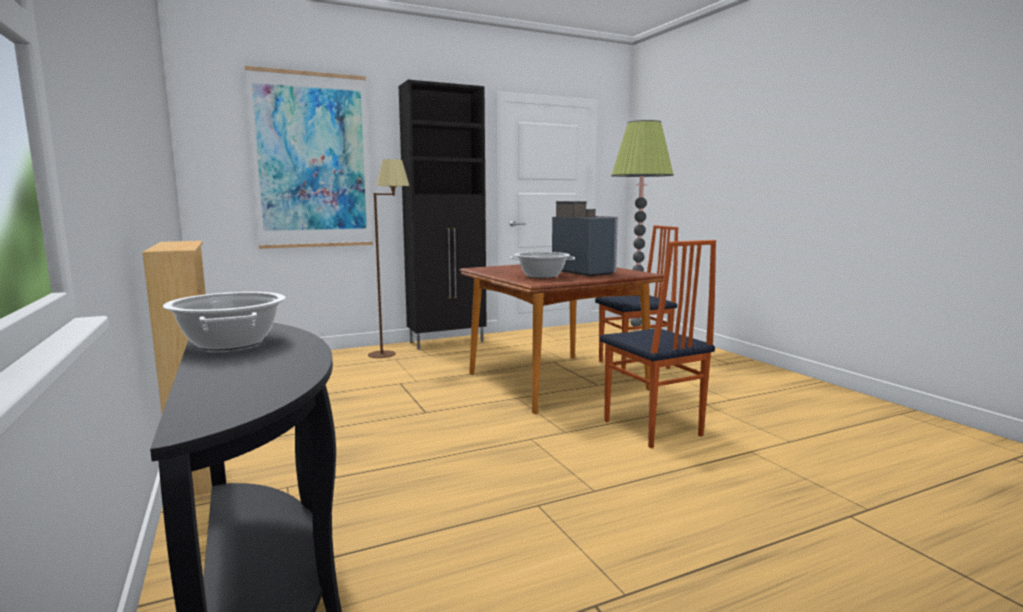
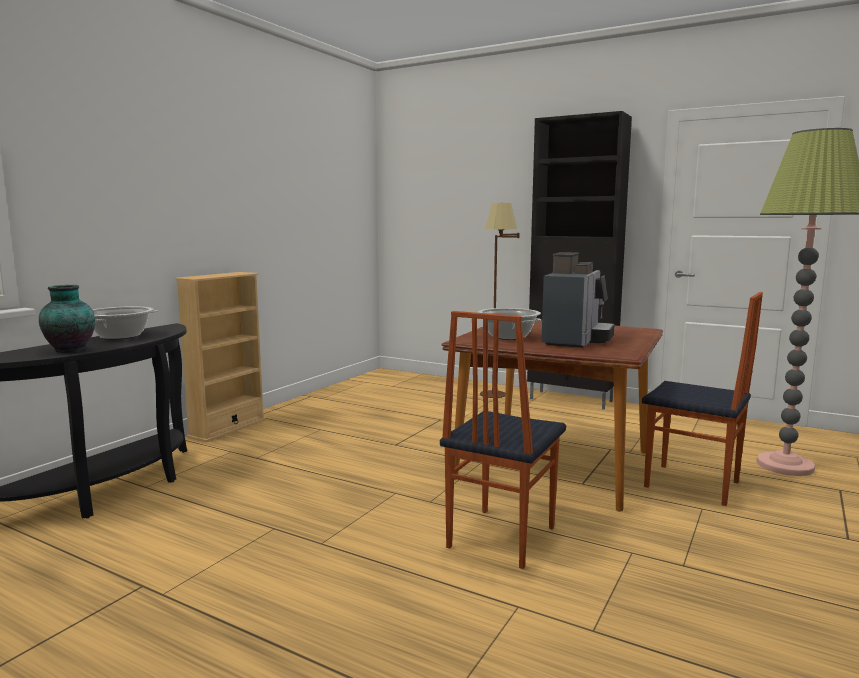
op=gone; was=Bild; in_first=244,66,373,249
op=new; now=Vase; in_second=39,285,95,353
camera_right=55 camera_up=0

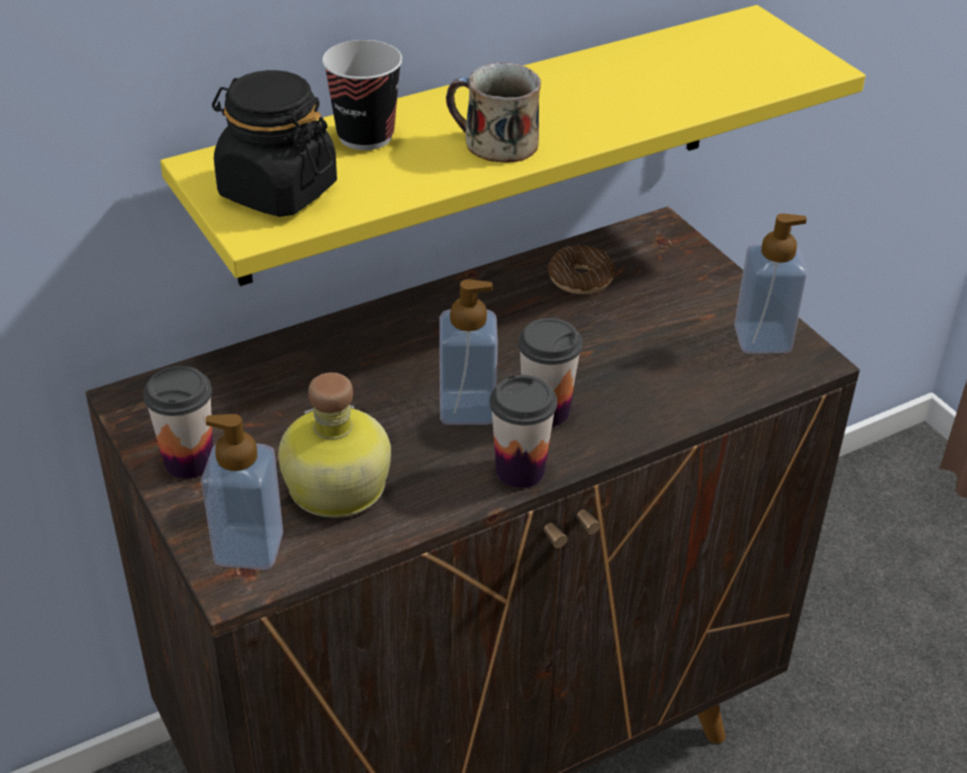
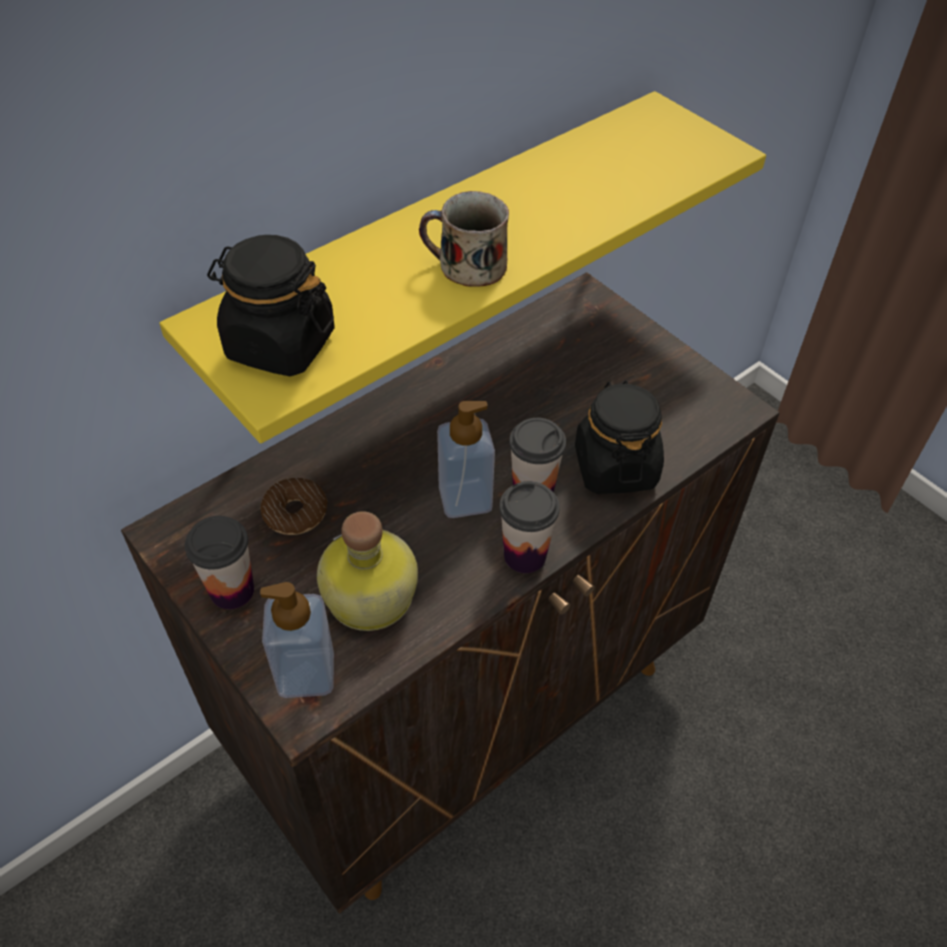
op=gone; was=Tasse; in_first=322,40,402,150
op=gone; was=Seifenspender; in_first=734,213,807,354
op=shifted; was=Donut; in_first=548,245,615,294; in_second=260,478,327,535
op=new; now=Vorratsglas (schwarz); in_second=575,380,664,494
camera_right=-10 camera_up=10

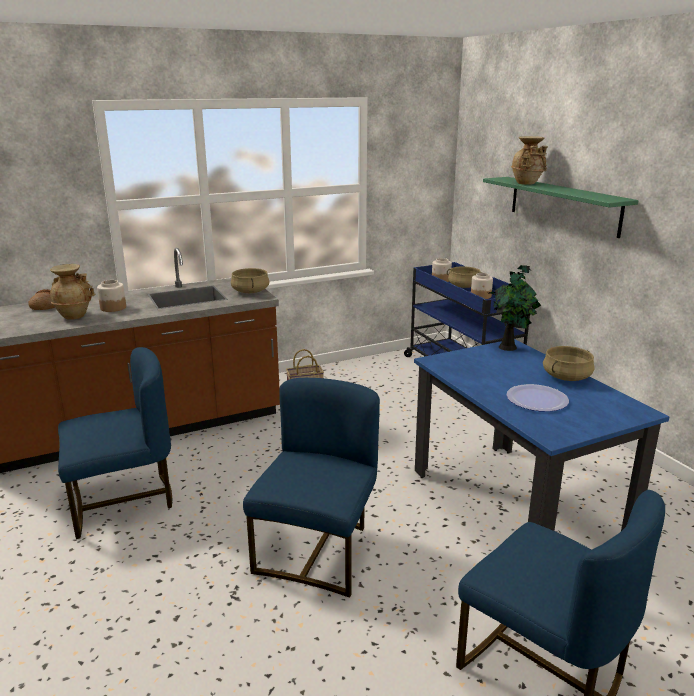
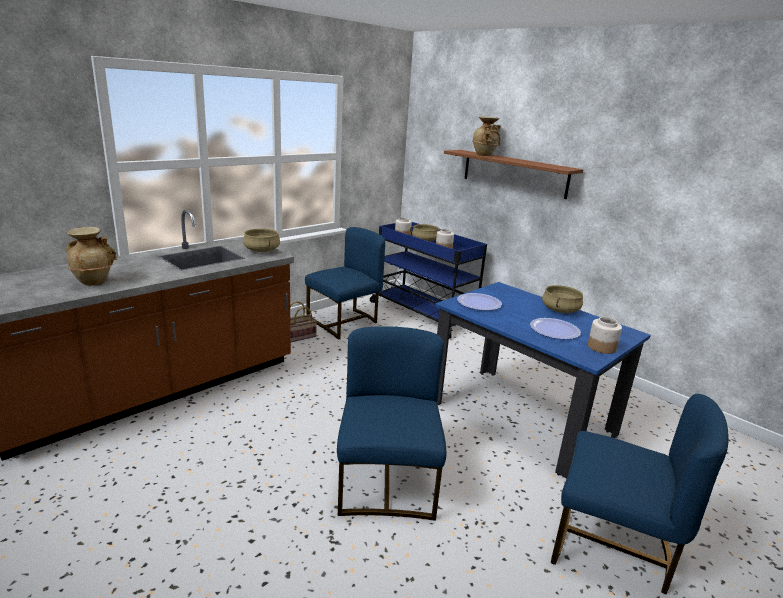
op=repainted; was=Wandregal (grün); now=Wandregal (braun); in_first=483,177,639,238; in_second=444,150,583,199
op=gone; was=Topfpflanze; in_first=489,265,541,351
op=shifted; was=Vorratsglas; in_first=97,280,126,312; in_second=588,317,622,354
op=gone; was=Brot; in_first=29,289,55,310
op=shifted; was=Stuhl (blau); in_first=58,347,172,539; in_second=305,227,385,340
op=new; now=Teller; in_second=457,293,502,311
camera_right=-20 camera_up=0

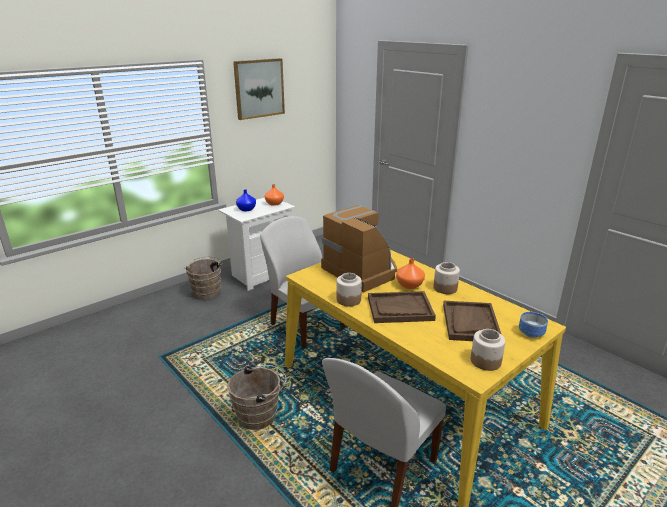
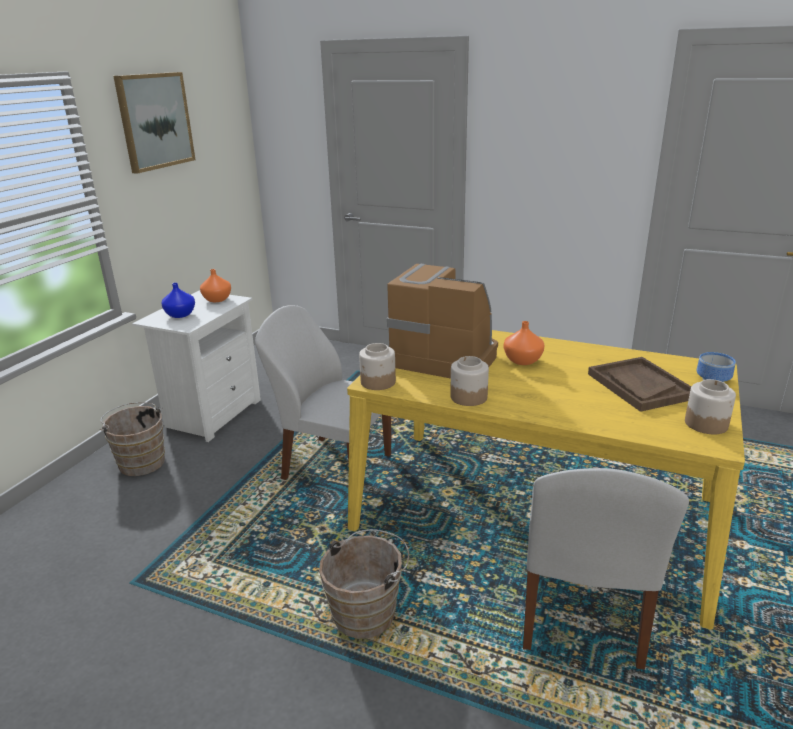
op=shifted; was=Vorratsglas; in_first=433,262,460,294; in_second=359,343,396,390
op=gone; was=Tablett (braun); in_first=368,291,436,323
camera_right=-25 camera_up=0

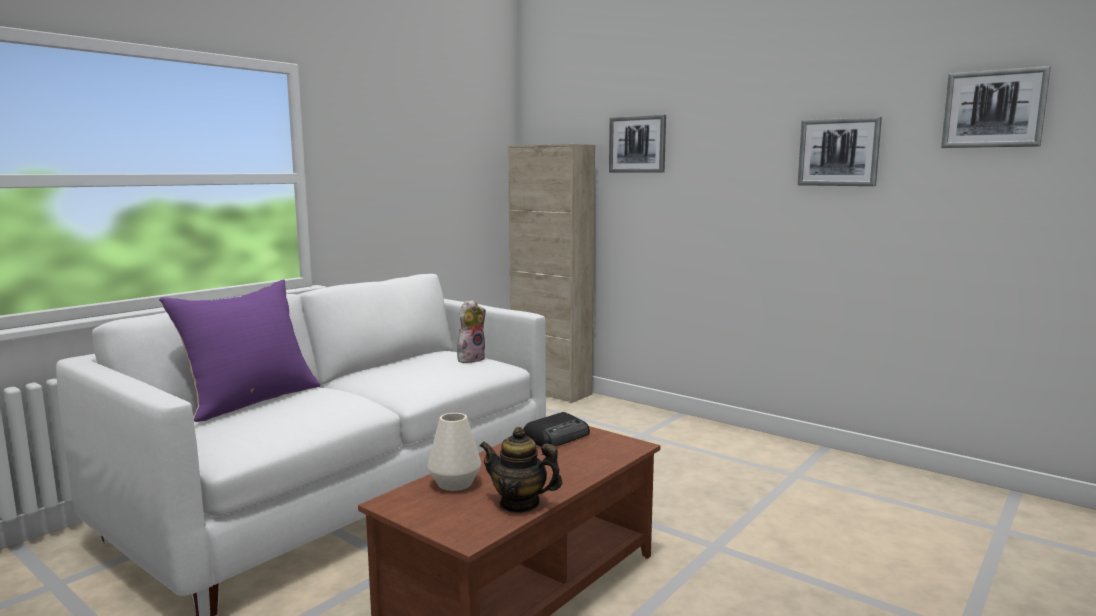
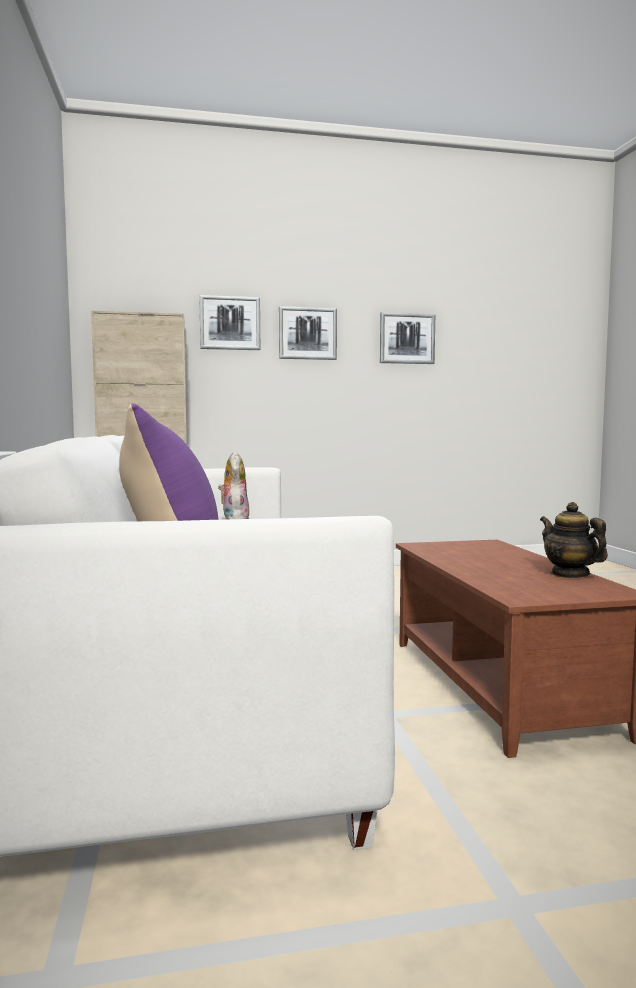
op=shifted; was=Bild; in_first=941,66,1051,148; in_second=279,306,337,360
op=gone; was=Radio; in_first=524,412,590,447
op=gone; was=Vase (weiß); in_first=428,413,481,491
op=rotated; was=Teekanne; in_first=480,427,563,513; in_second=540,502,608,578; clockwise=90
camera_right=-50 camera_up=-5

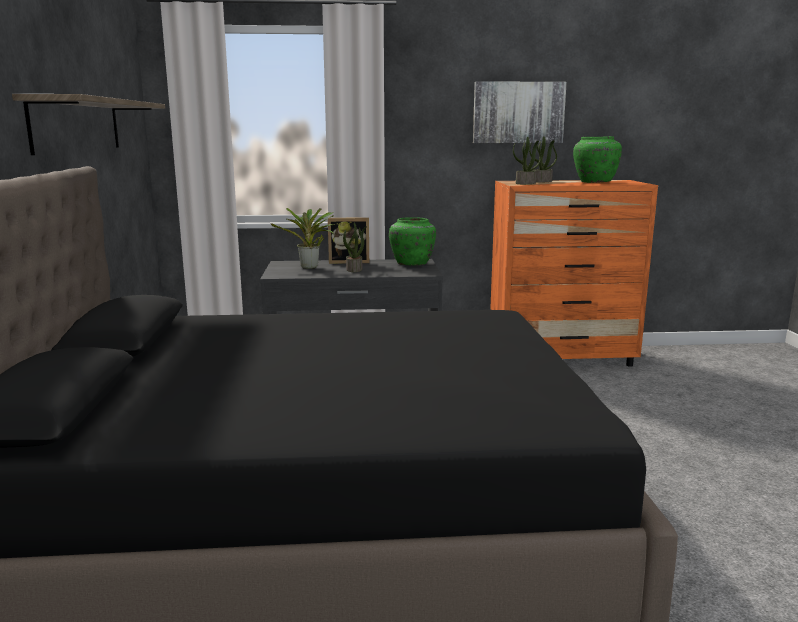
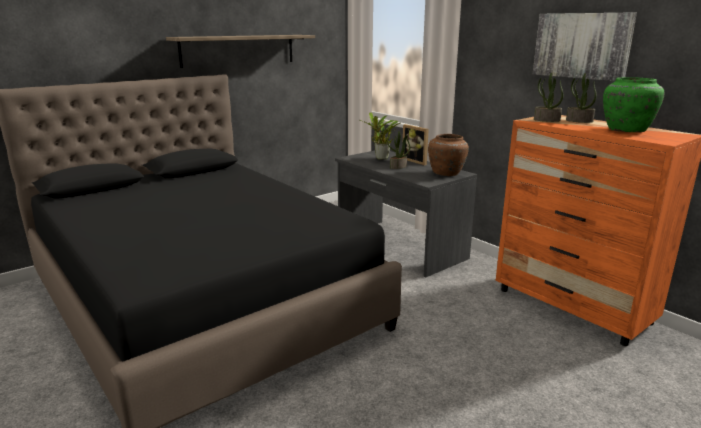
op=repainted; was=Vase (grün); now=Vase (braun); in_first=389,217,436,265; in_second=428,134,469,176
camera_right=55 camera_up=5

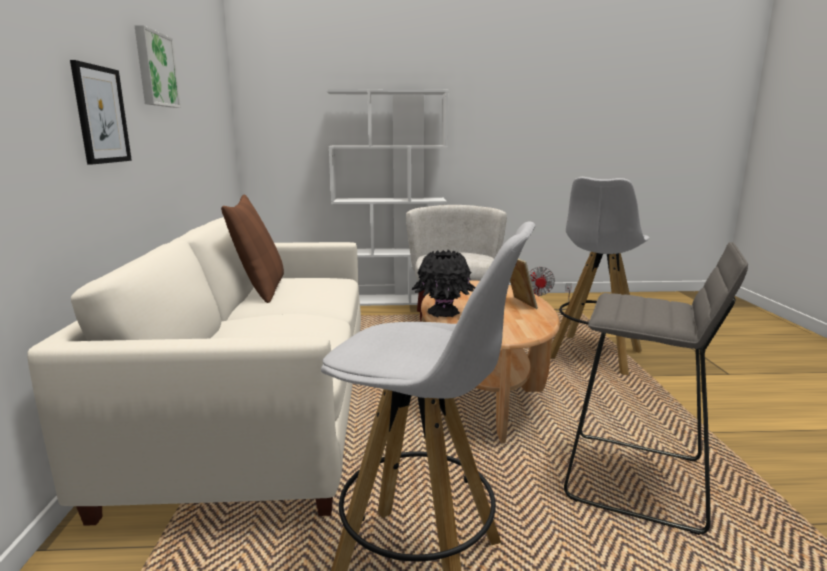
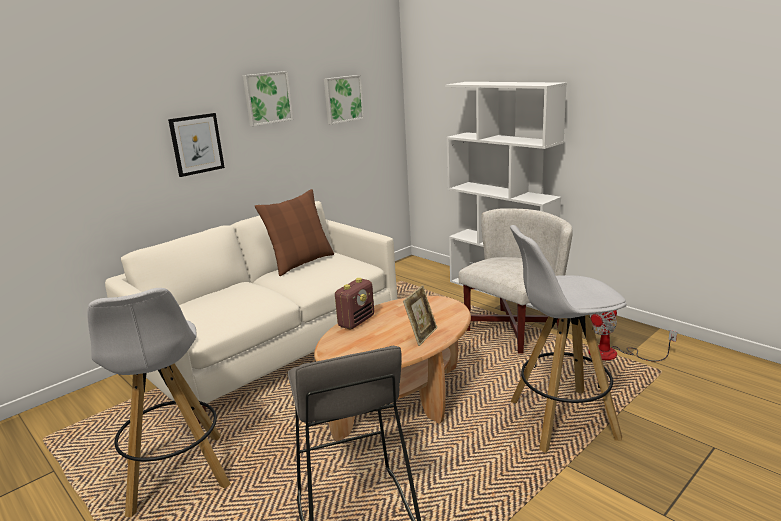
op=swapped; was=Vase (schwarz); now=Radio; in_first=412,250,475,317; in_second=335,278,374,329
op=new; now=Bild; in_second=324,75,364,124
camera_right=50 camera_up=5

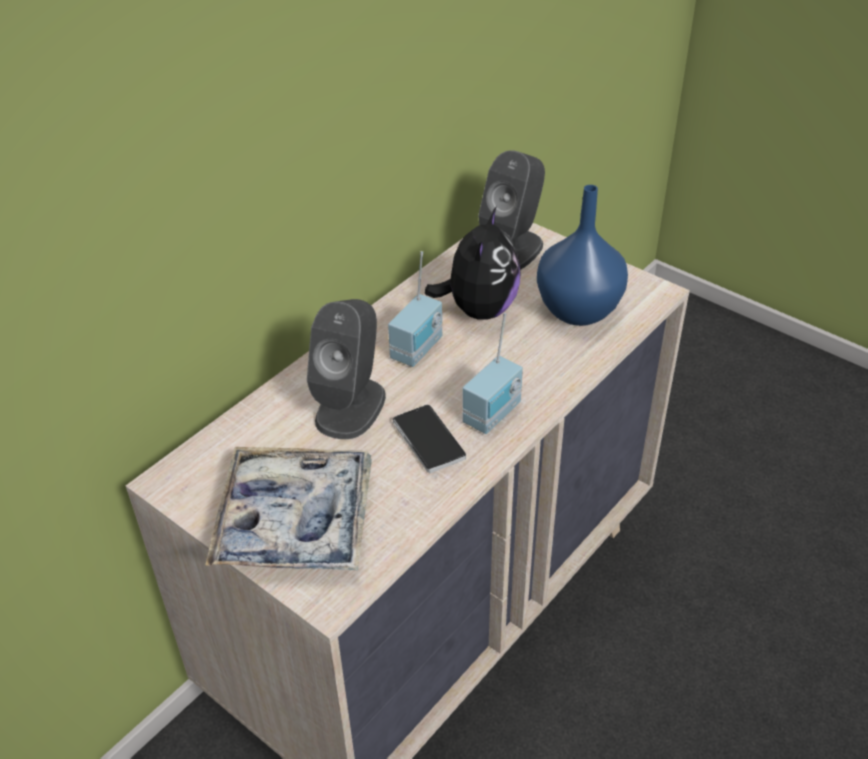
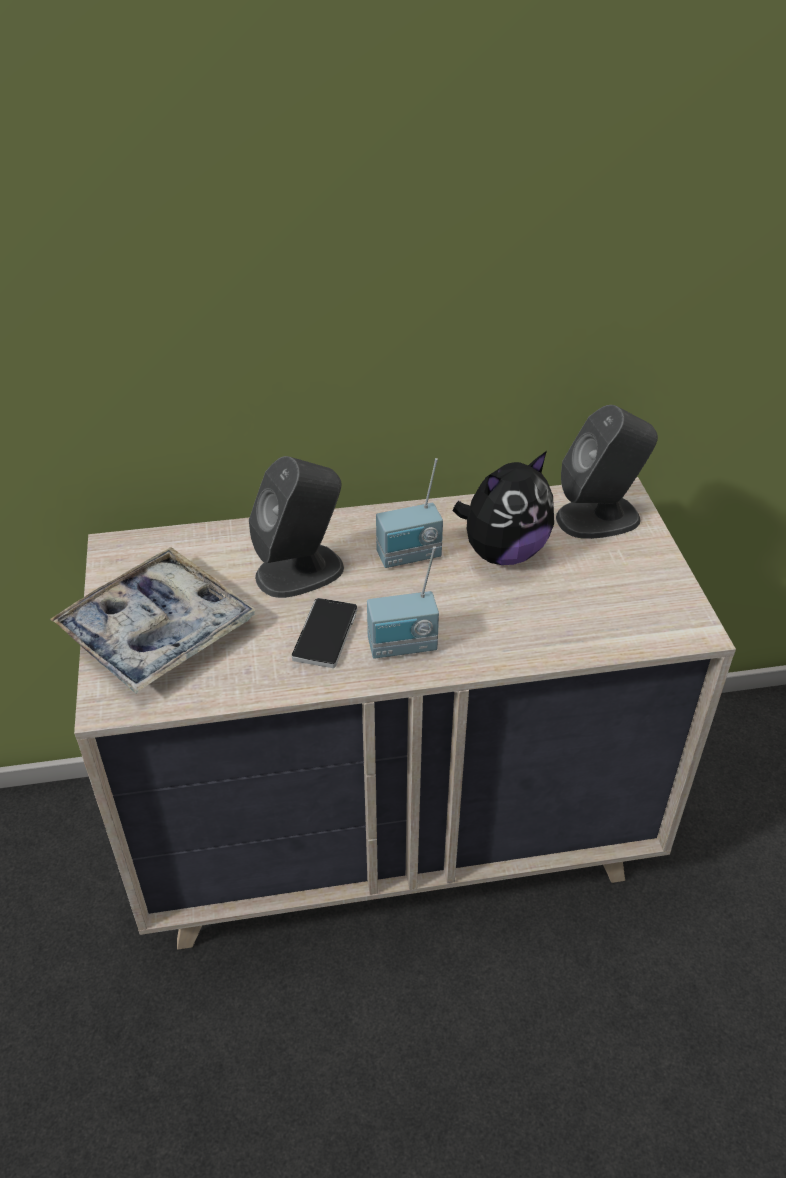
op=gone; was=Vase (blau); in_first=537,185,628,326
camera_right=40 camera_up=0

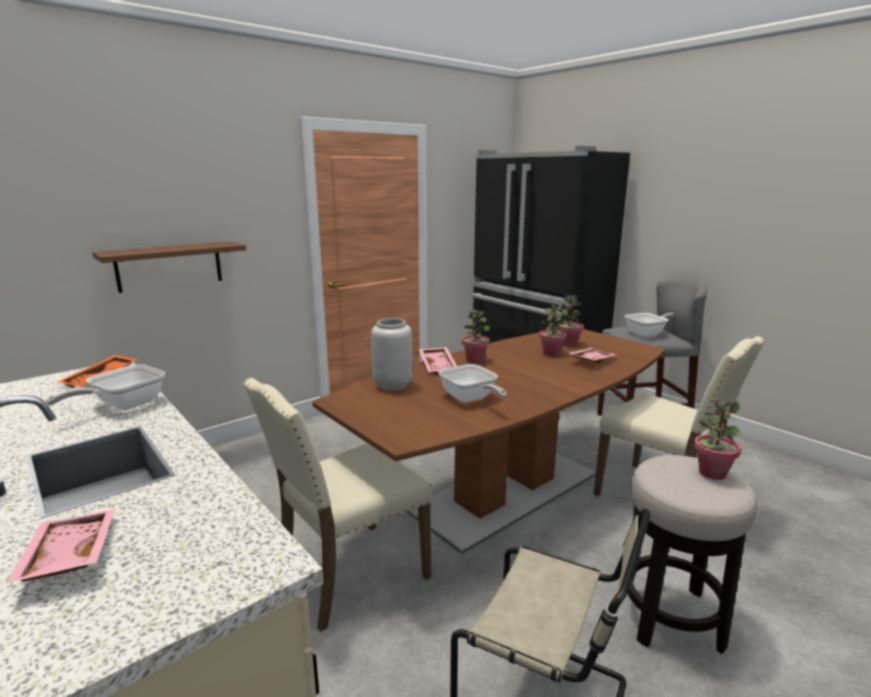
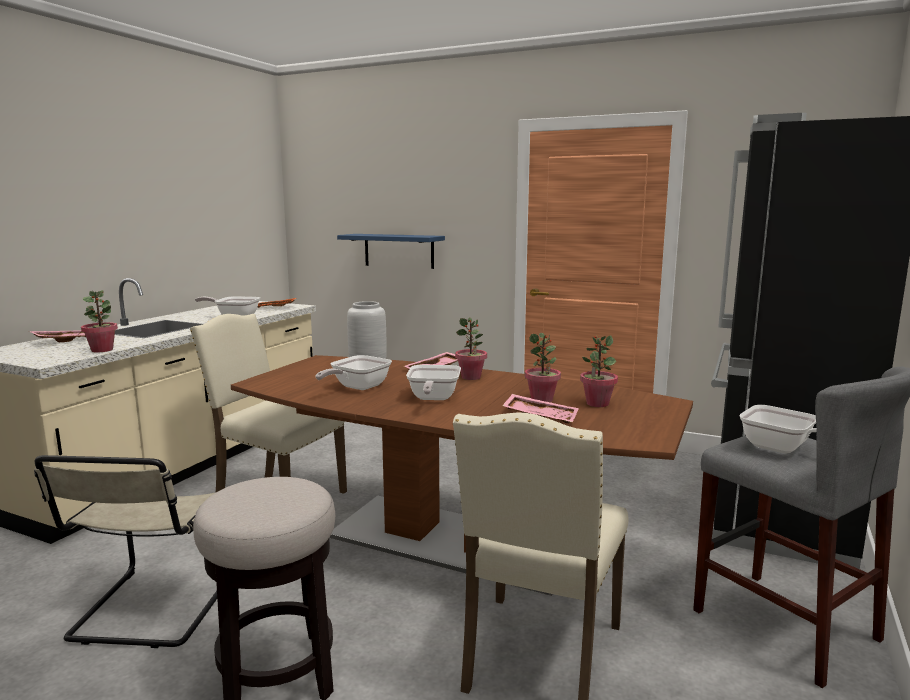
op=repainted; was=Wandregal (braun); now=Wandregal (blau); in_first=92,241,246,293; in_second=337,234,445,269
op=shifted; was=Topfpflanze; in_first=694,399,741,480; in_second=81,290,118,352
op=new; now=Pfanne; in_second=406,365,461,400
camera_right=65 camera_up=-5

